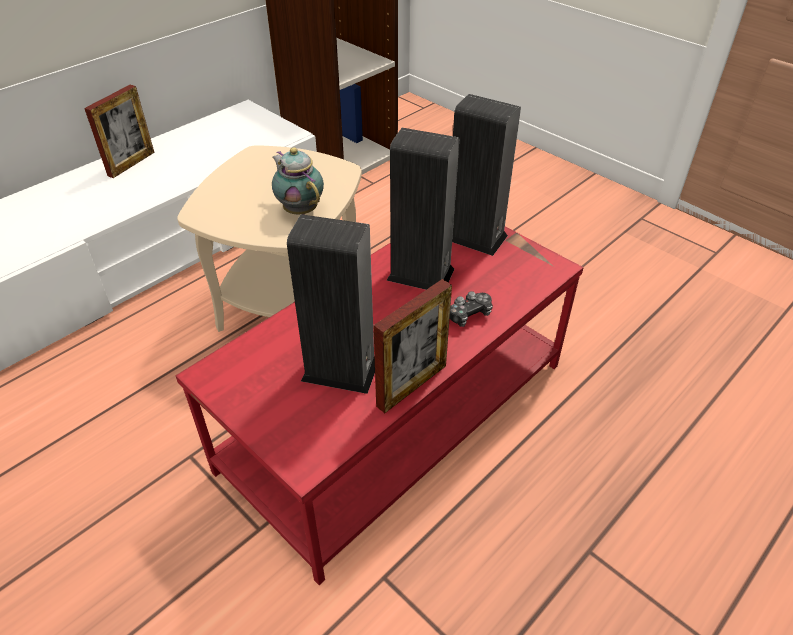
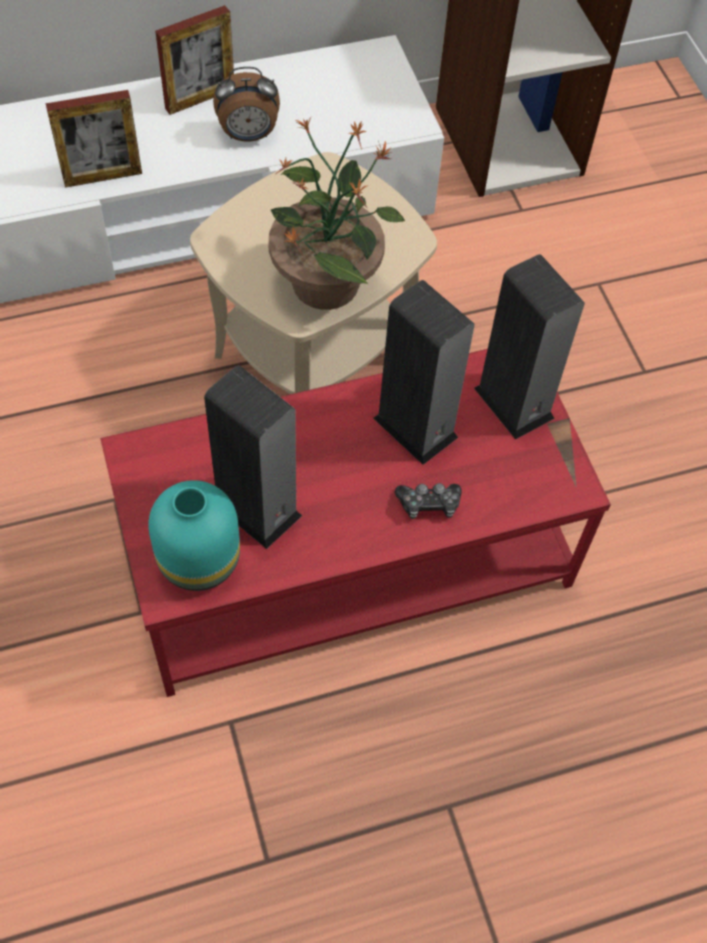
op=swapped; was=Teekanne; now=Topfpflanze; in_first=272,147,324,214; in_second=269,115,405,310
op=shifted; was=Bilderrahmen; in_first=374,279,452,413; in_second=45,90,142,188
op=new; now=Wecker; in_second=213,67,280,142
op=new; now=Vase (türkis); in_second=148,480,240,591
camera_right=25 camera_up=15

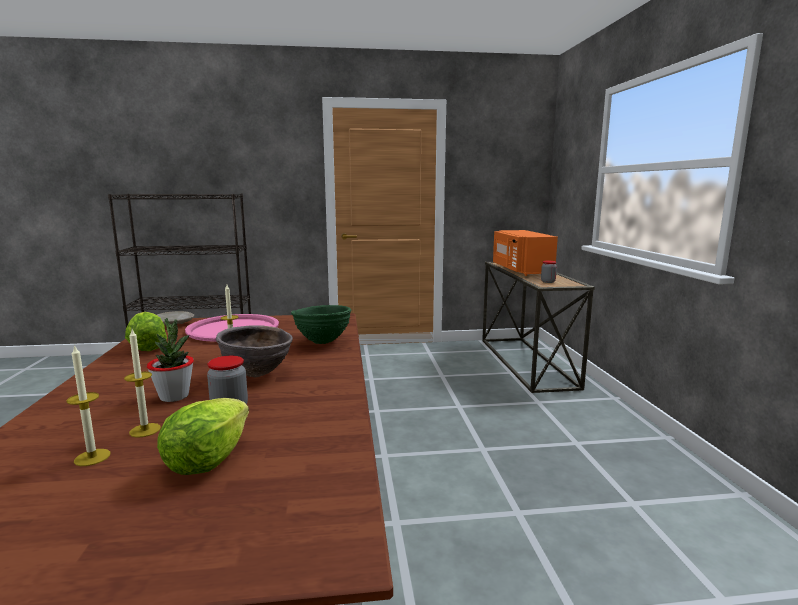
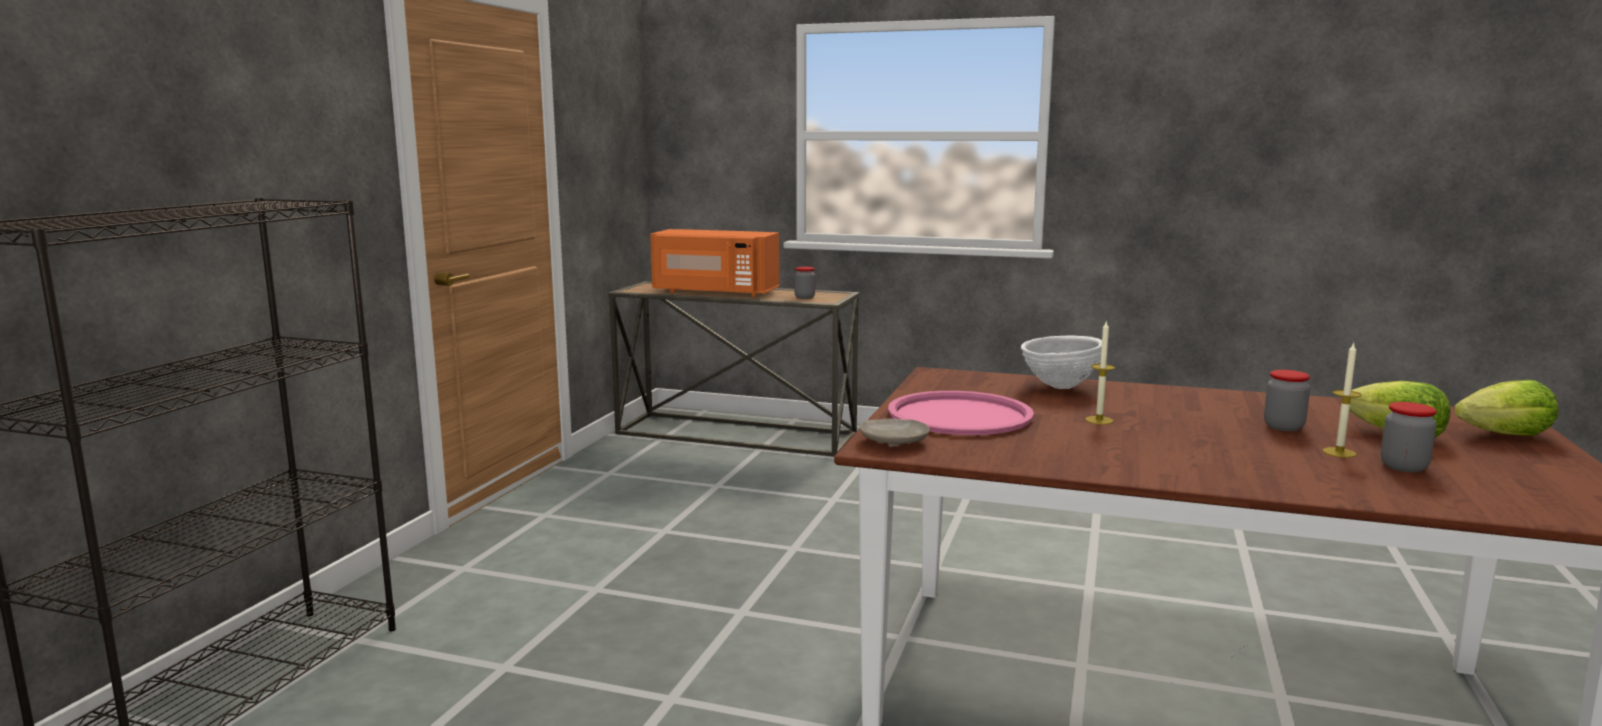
op=repainted; was=Schüssel (grün); now=Schüssel (weiß); in_first=291,305,351,344; in_second=1021,336,1102,389
op=shifted; was=Salatkopf; in_first=125,312,167,351; in_second=1454,380,1558,436
op=gone; was=Topfpflanze; in_first=147,318,194,402
op=gone; was=Schüssel (braun); in_first=216,325,293,377
op=swapped; was=Kerze; now=Vorratsglas; in_first=66,344,111,466; in_second=1381,402,1437,473
camera_right=-65 camera_up=0

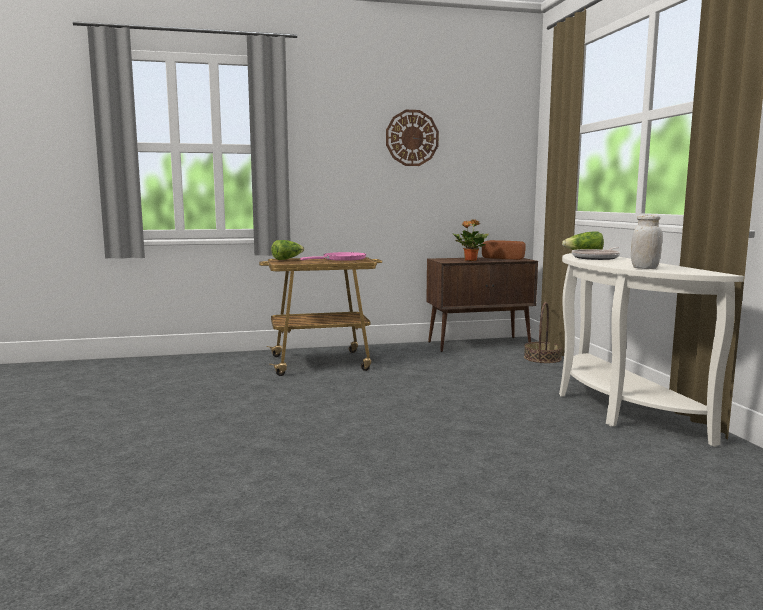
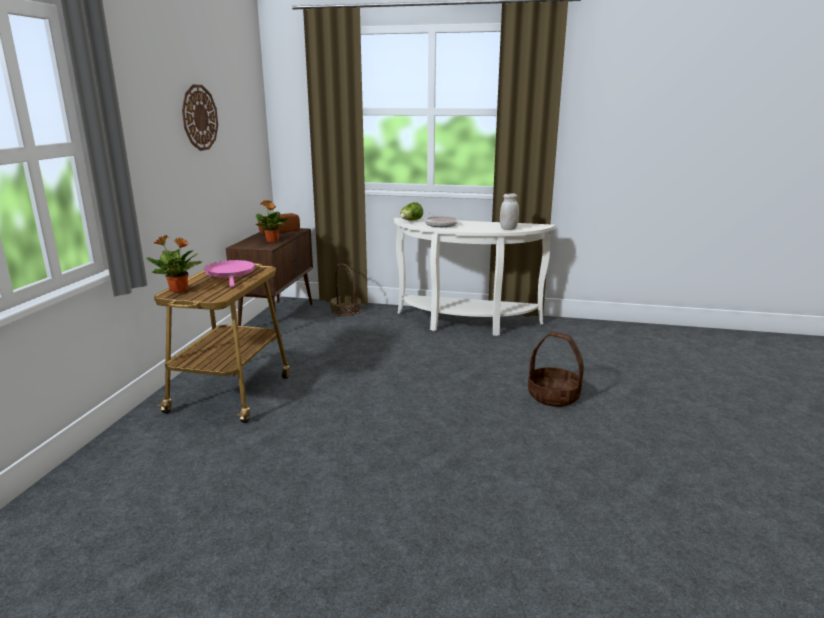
op=swapped; was=Salatkopf; now=Topfpflanze; in_first=271,240,304,260; in_second=146,235,202,293
op=new; now=Korb; in_second=528,332,584,407
camera_right=-65 camera_up=10

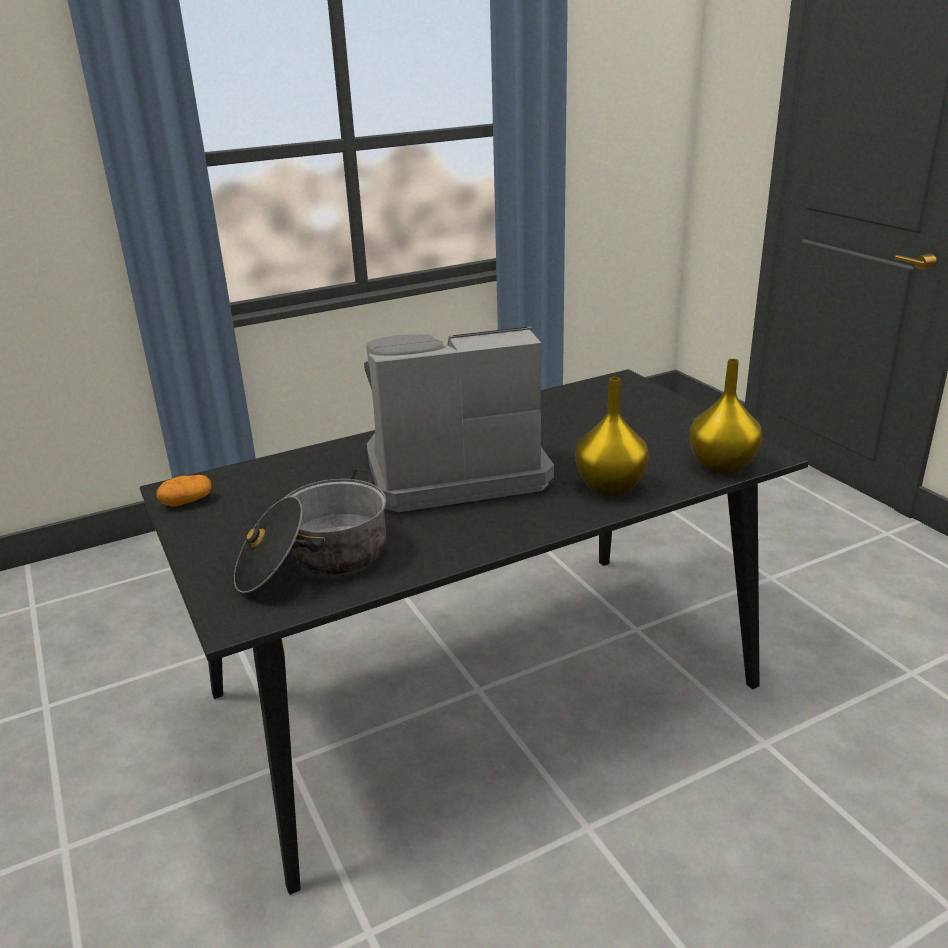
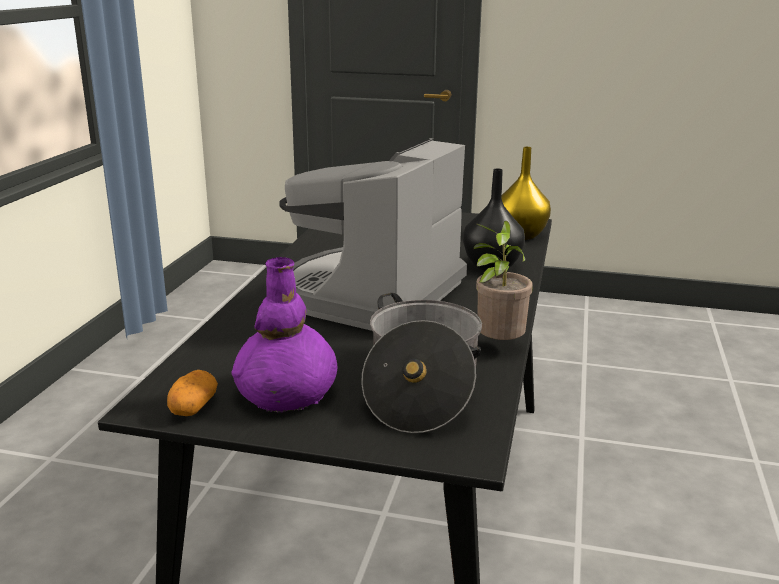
op=repainted; was=Vase (gelb); now=Vase (schwarz); in_first=575,377,649,496; in_second=463,168,525,271
op=new; now=Topfpflanze; in_second=473,221,533,340
op=new; now=Vase (lila); in_second=231,257,337,412
camera_right=-50 camera_up=-5

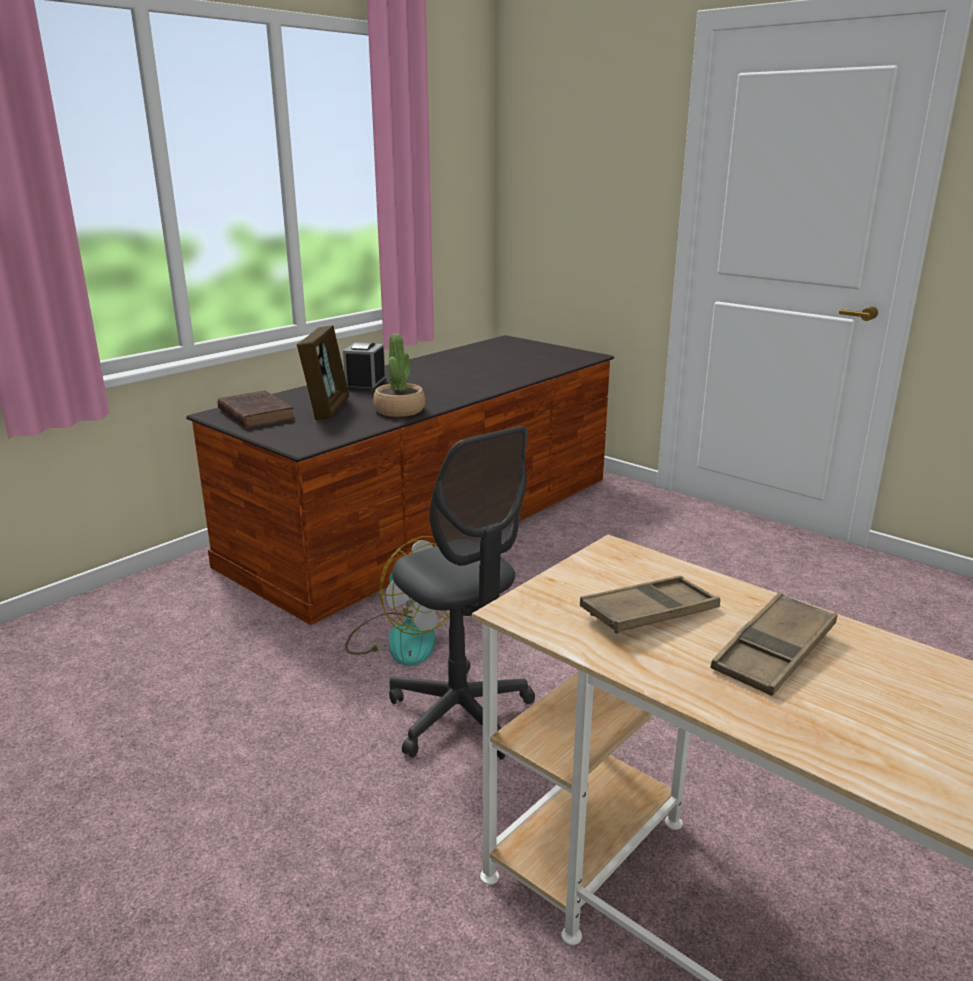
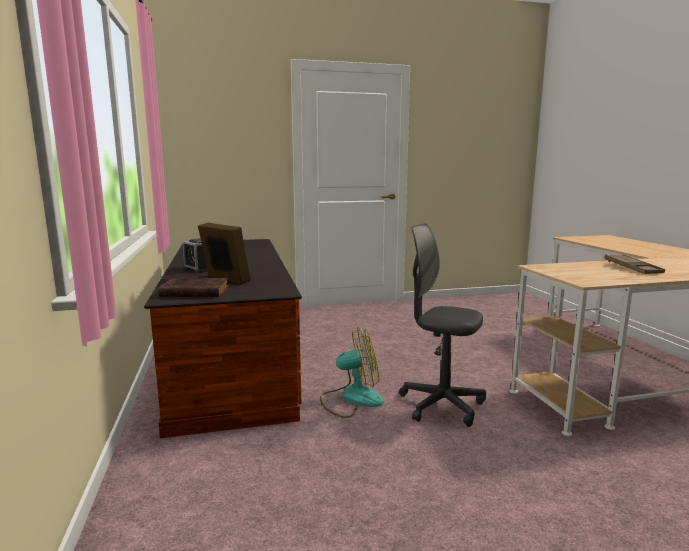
op=gone; was=Topfpflanze; in_first=373,334,425,417
op=rotated; was=Bürostuhl (grau); in_first=389,426,535,760; in_second=399,223,486,427; clockwise=-150
op=gone; was=Tablett (braun); in_first=580,576,720,634
camera_right=-55 camera_up=-10

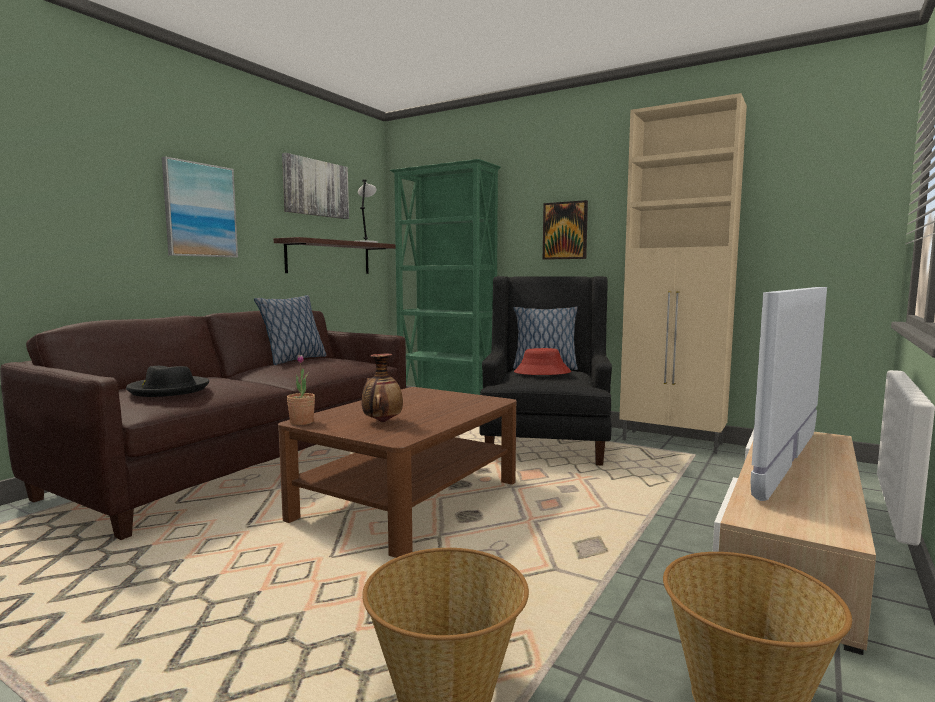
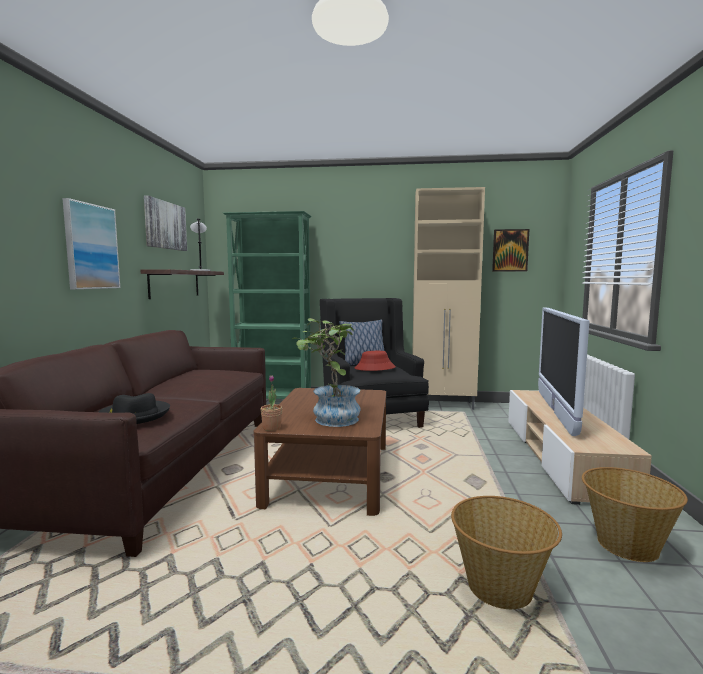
op=shifted; was=Bild; in_first=543,200,588,260; in_second=492,229,529,271
op=gone; was=Kissen; in_first=254,295,327,365
op=swapped; was=Vase; now=Topfpflanze; in_first=362,354,403,422; in_second=292,318,361,427
camera_right=-25 camera_up=0

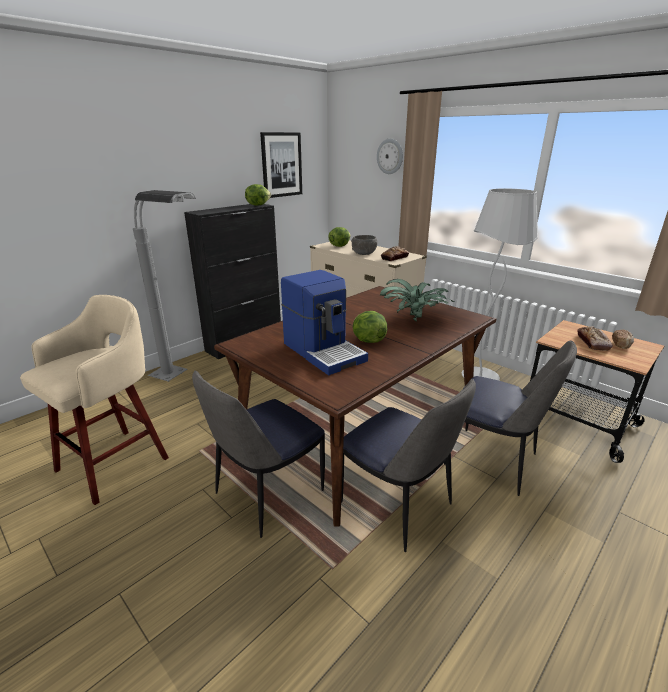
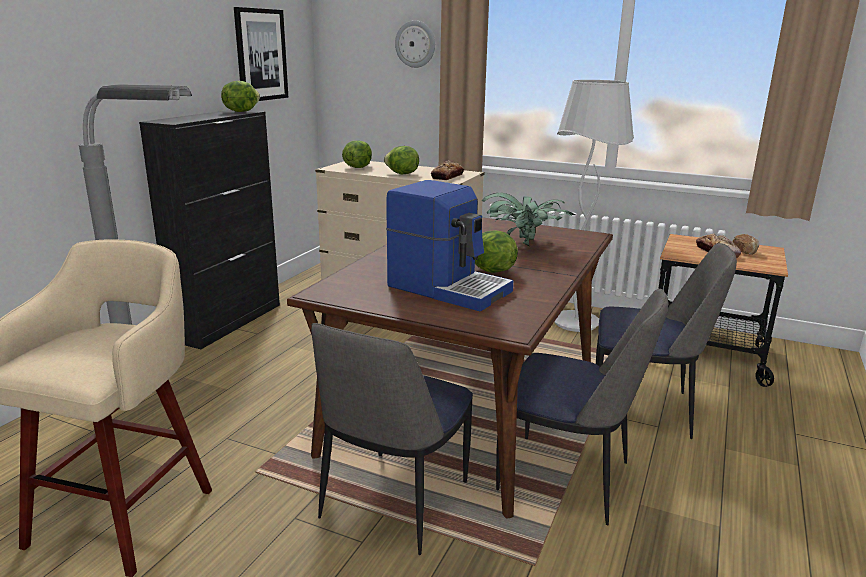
op=swapped; was=Schüssel (grau); now=Salatkopf; in_first=351,235,377,255; in_second=384,146,419,174
camera_right=-20 camera_up=-5

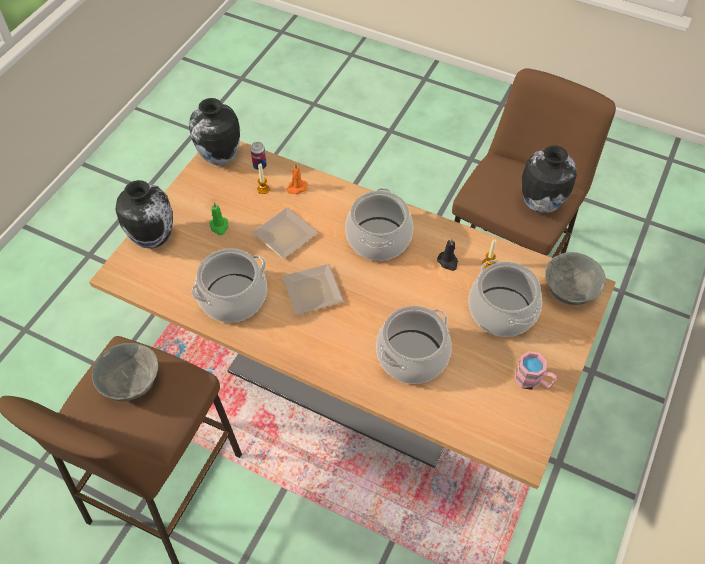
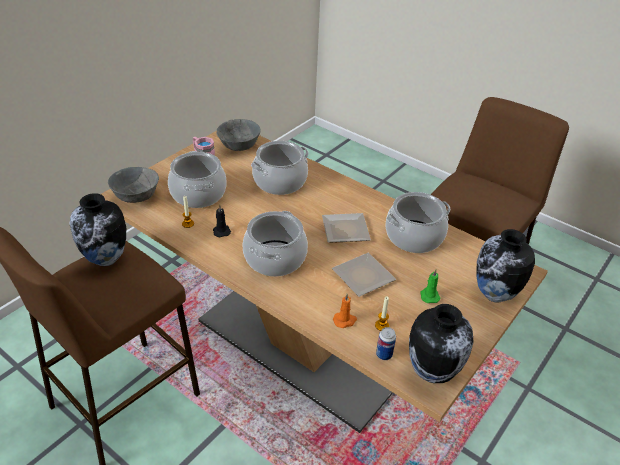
op=shifted; was=Schüssel (grau); in_first=92,343,158,401; in_second=216,119,261,151
camera_right=-170 camera_up=-15

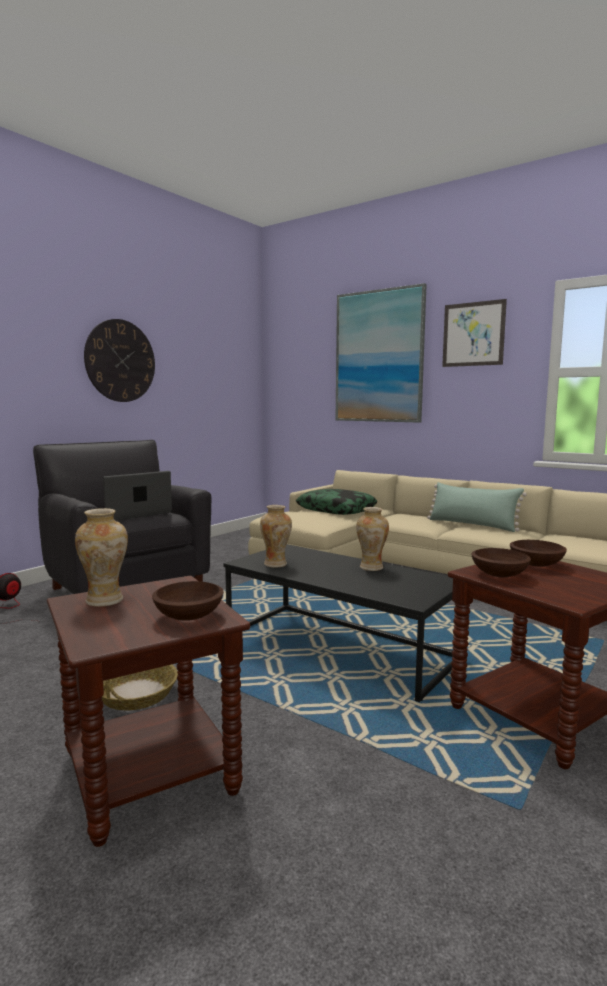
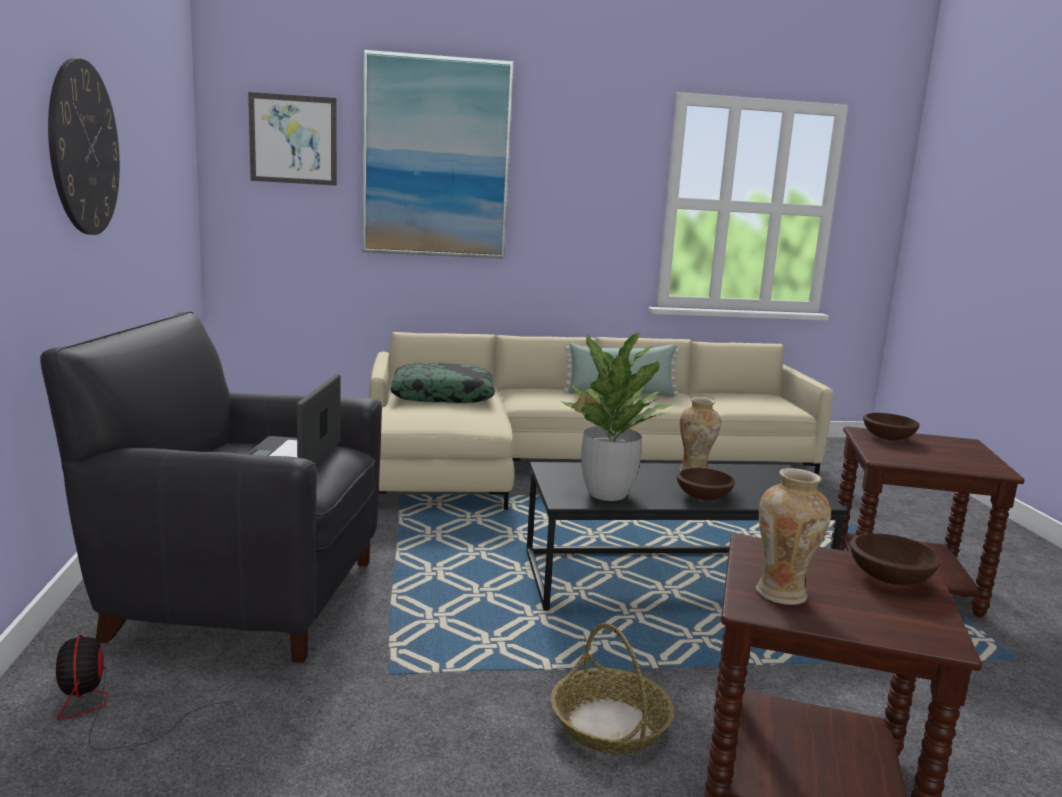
op=shifted; was=Bild; in_first=442,299,507,367; in_second=248,92,337,186
op=swapped; was=Vase; now=Topfpflanze; in_first=260,505,292,568; in_second=559,332,672,501
op=shifted; was=Schüssel (braun); in_first=472,548,531,577; in_second=676,468,735,500
camera_right=-45 camera_up=5

